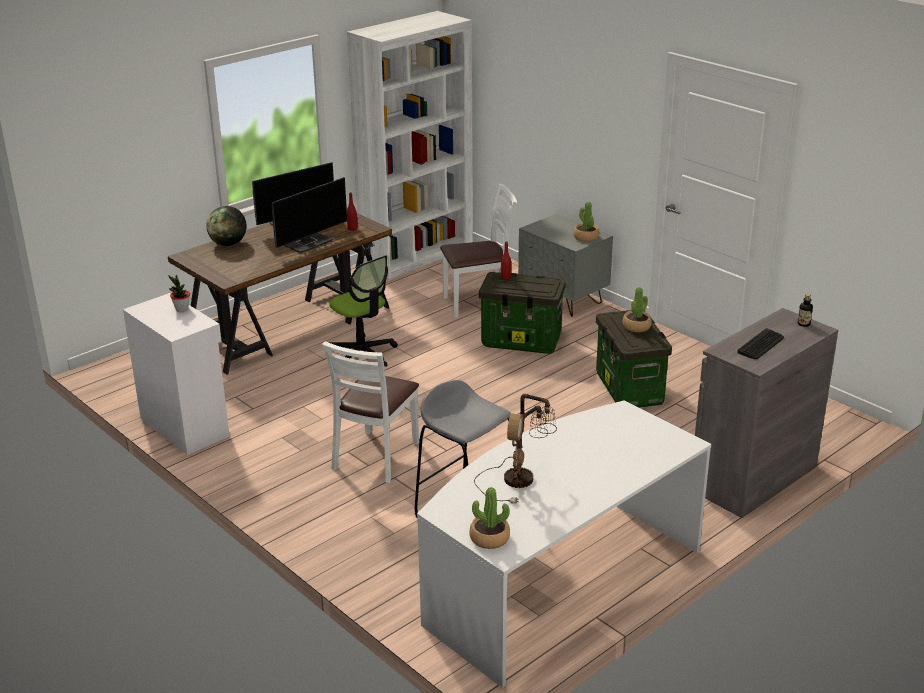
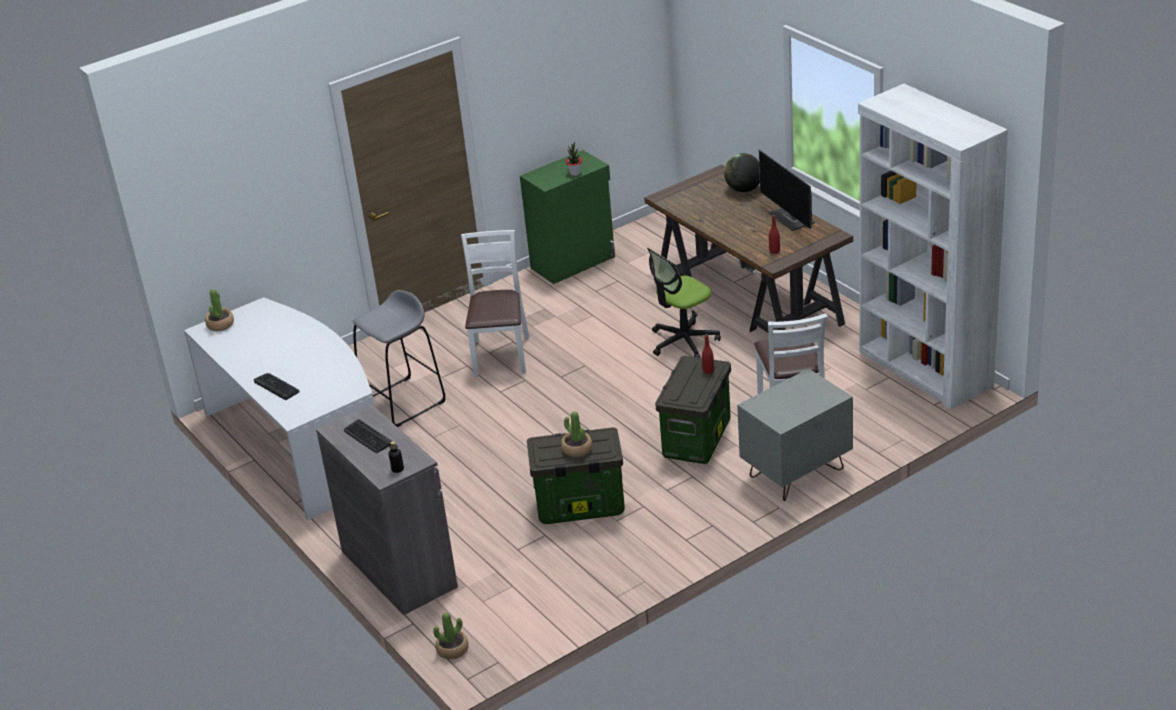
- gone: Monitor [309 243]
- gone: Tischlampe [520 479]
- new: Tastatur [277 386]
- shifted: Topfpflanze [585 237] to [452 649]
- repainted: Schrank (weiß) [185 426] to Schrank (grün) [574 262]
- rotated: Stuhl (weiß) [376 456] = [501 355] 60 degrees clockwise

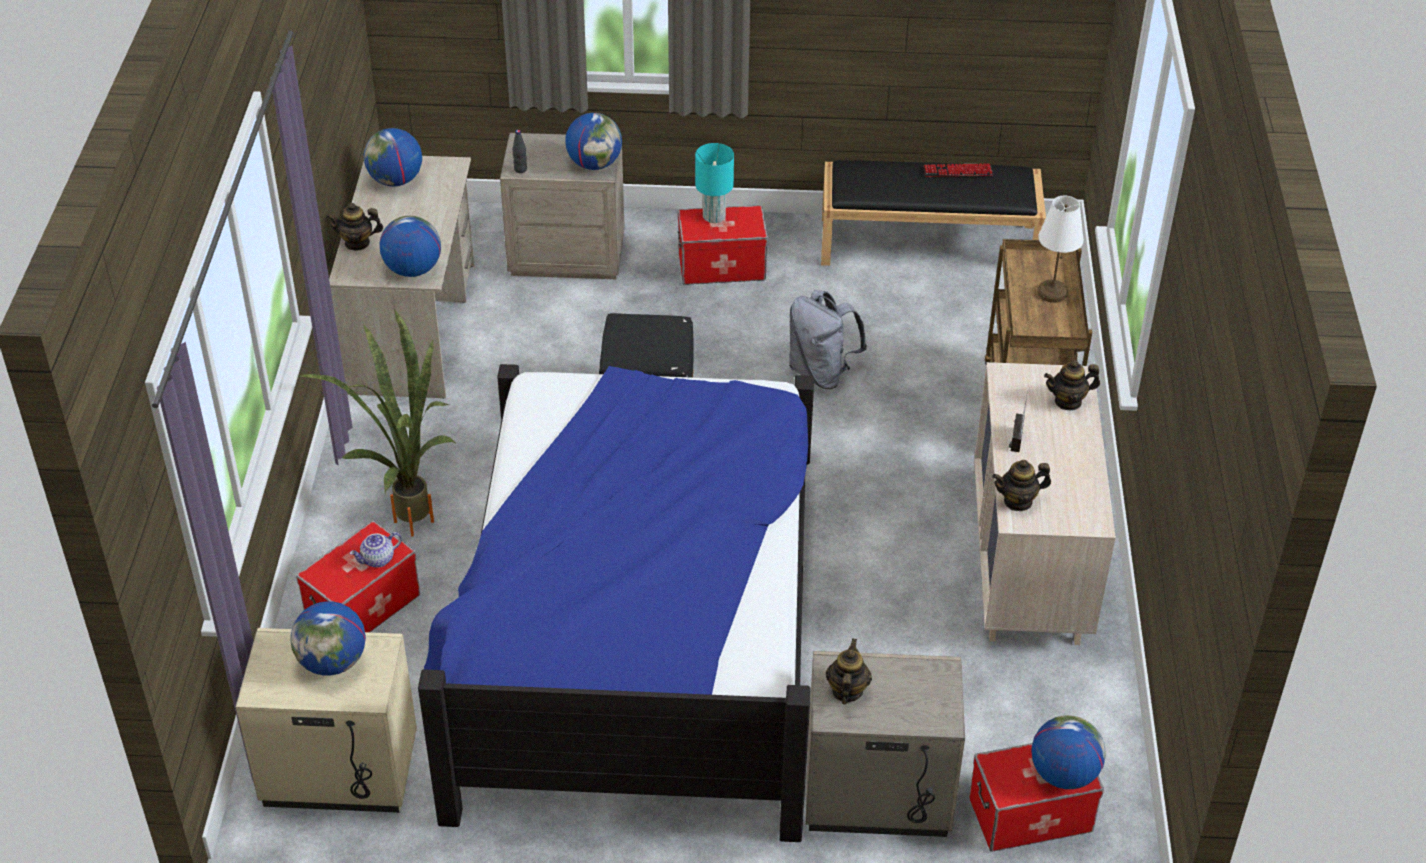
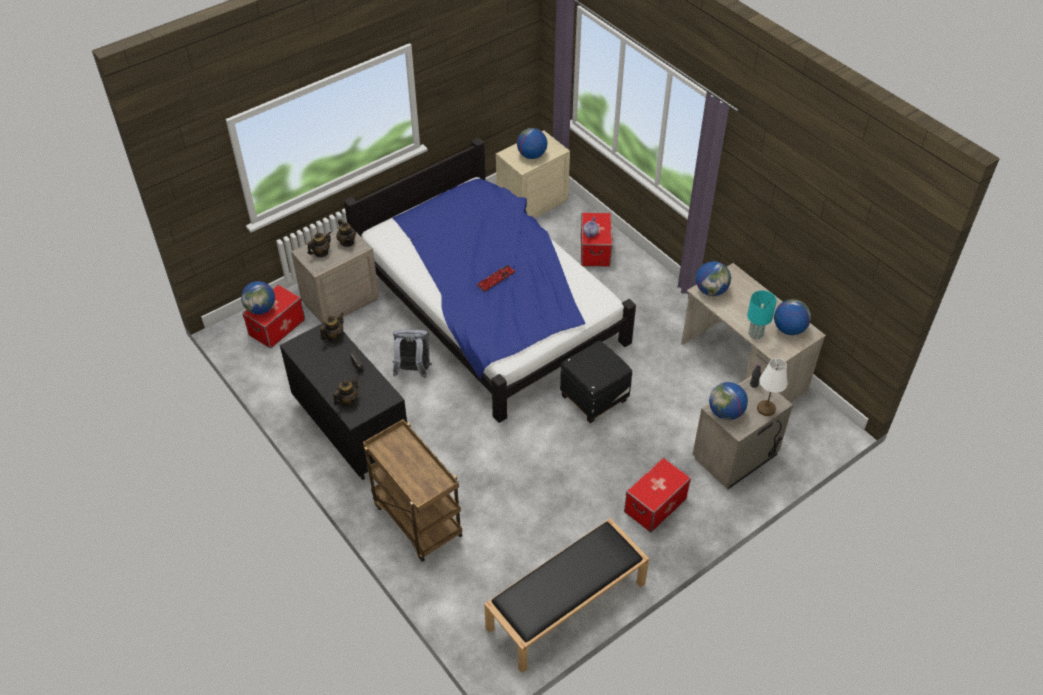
- gone: Topfpflanze [409 514]
- shifted: Teekanne [357 243] to [321 253]
- shifted: Tischlampe (türkis) [713 216] to [756 334]
- shifted: Rucksack (grau) [821 373] to [413 371]
- shifted: Tastatur [957 172] to [496 279]
- shifted: Tischlampe (weiß) [1052 293] to [765 408]
- repainted: Kommode (beige) [1028 565] to Kommode (schwarz) [351 429]

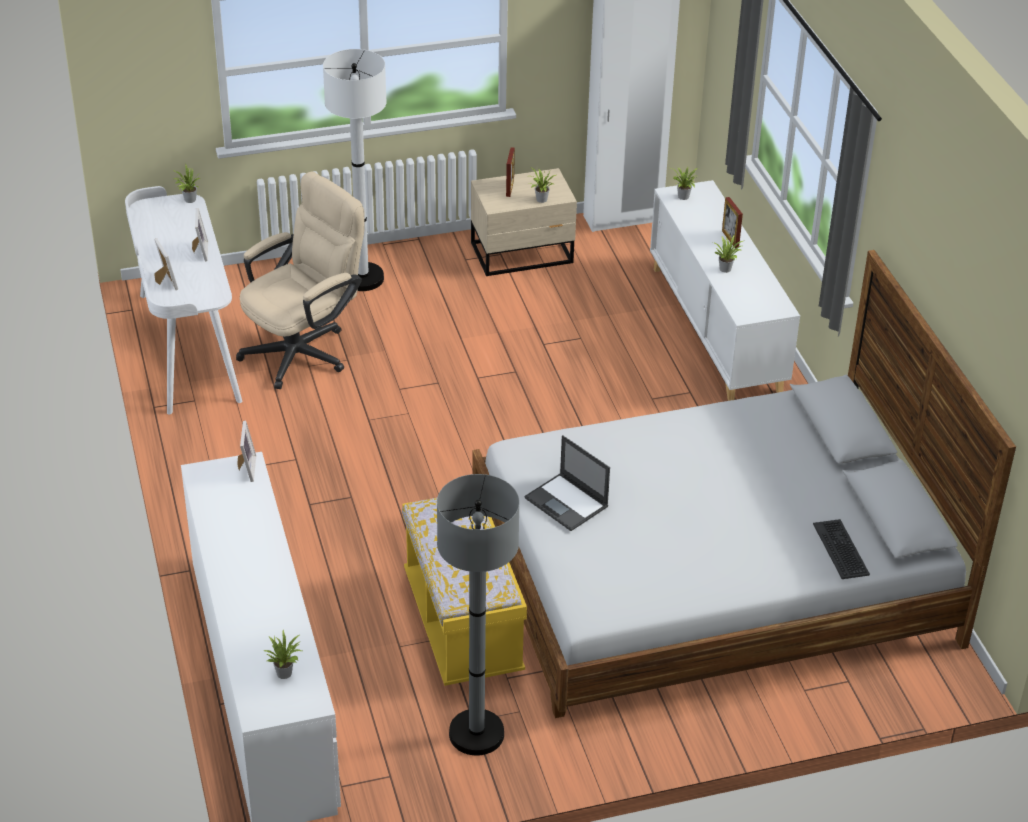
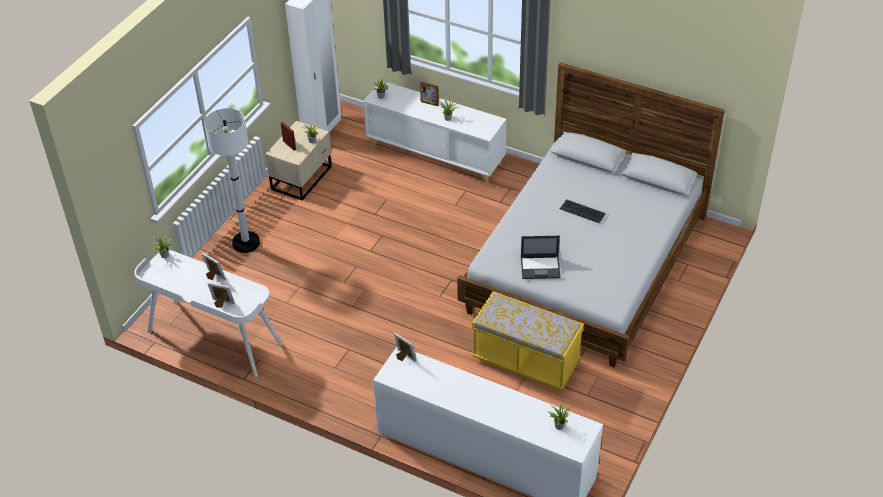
- gone: Bürostuhl (beige) [304 349]
- gone: Stehlampe (grau) [476 734]
- shifted: Tastatur [841 549] to [582 211]

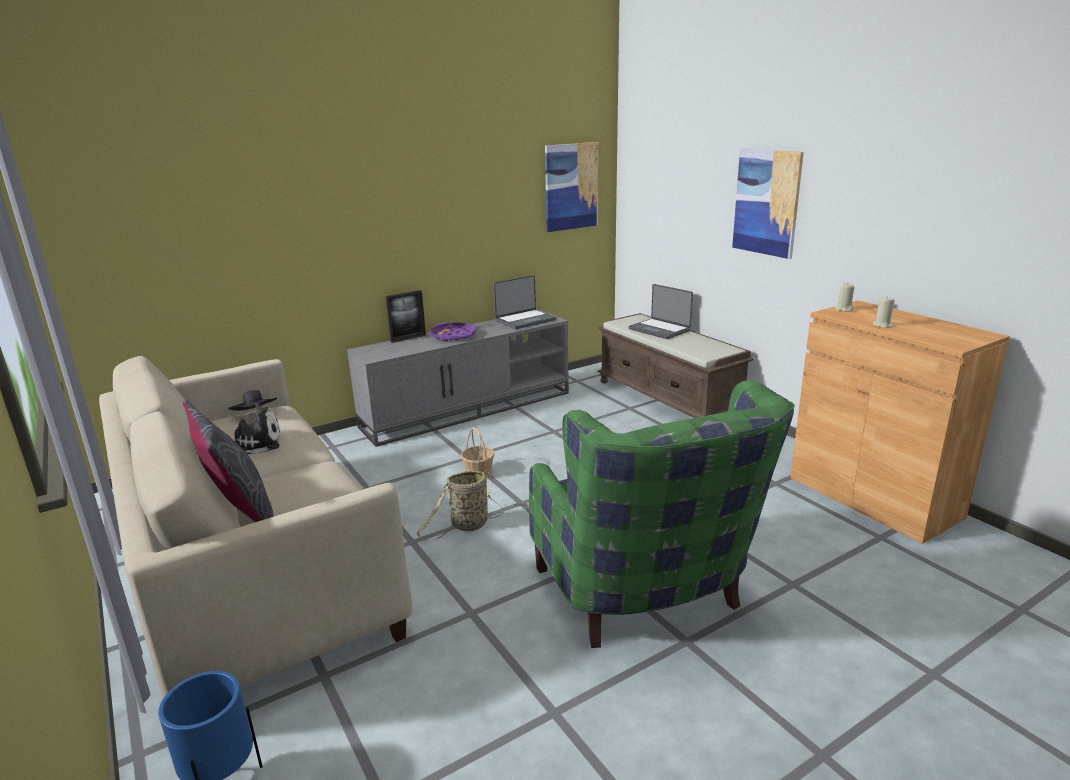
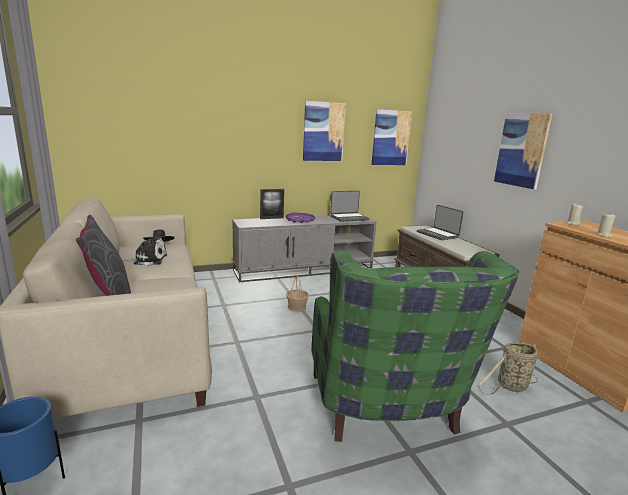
- new: Bild [323 131]
- shifted: Korb [467 526] to [510 386]

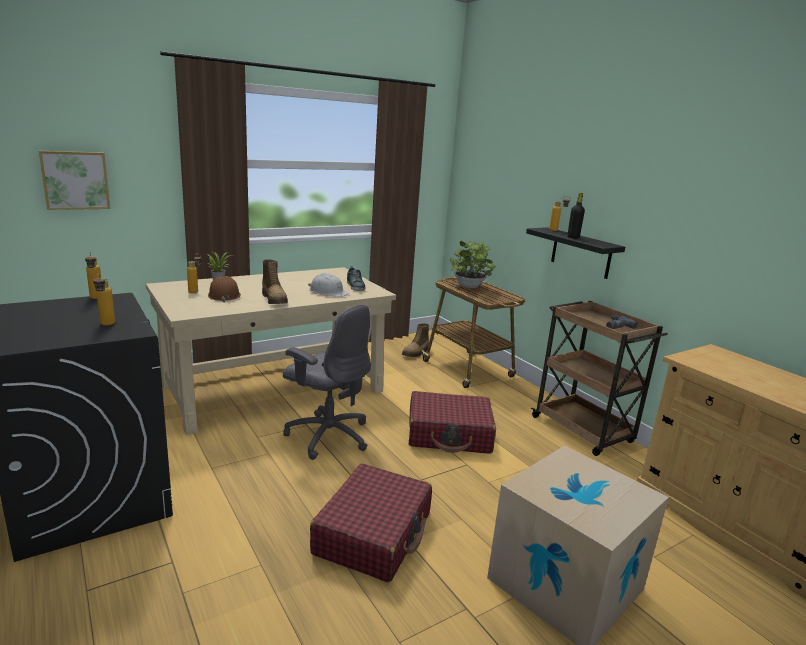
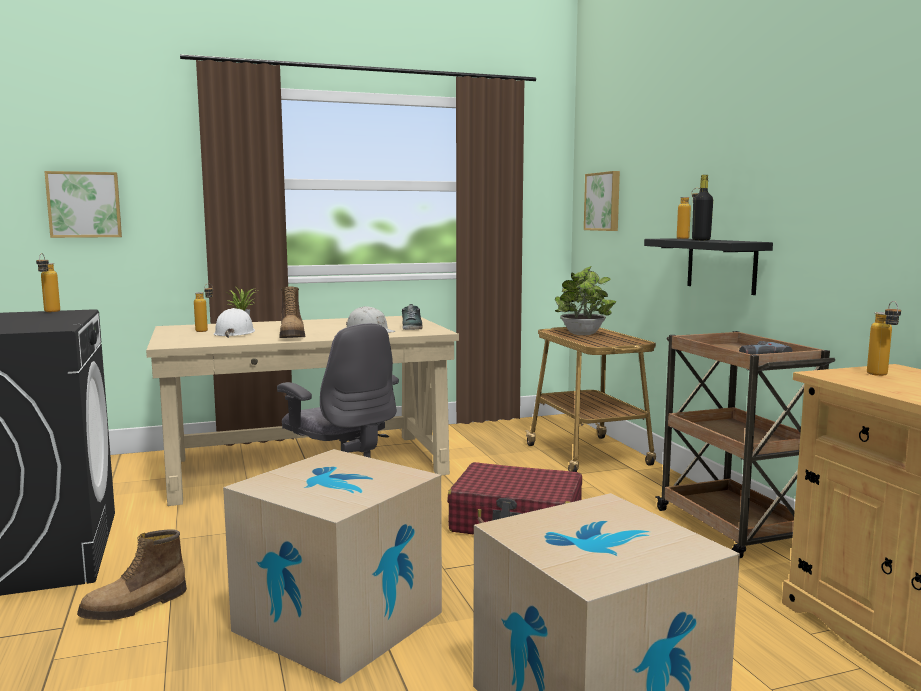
- new: Bild [604 201]
- shifted: Flasche [106 325] to [881 375]
- shifted: Stiefel [416 353] to [135 606]
- swapped: Koffer (rot) [373 534] to Karton [338 621]
- repainted: Schutzhelm (braun) [224 295] to Schutzhelm (weiß) [234 333]

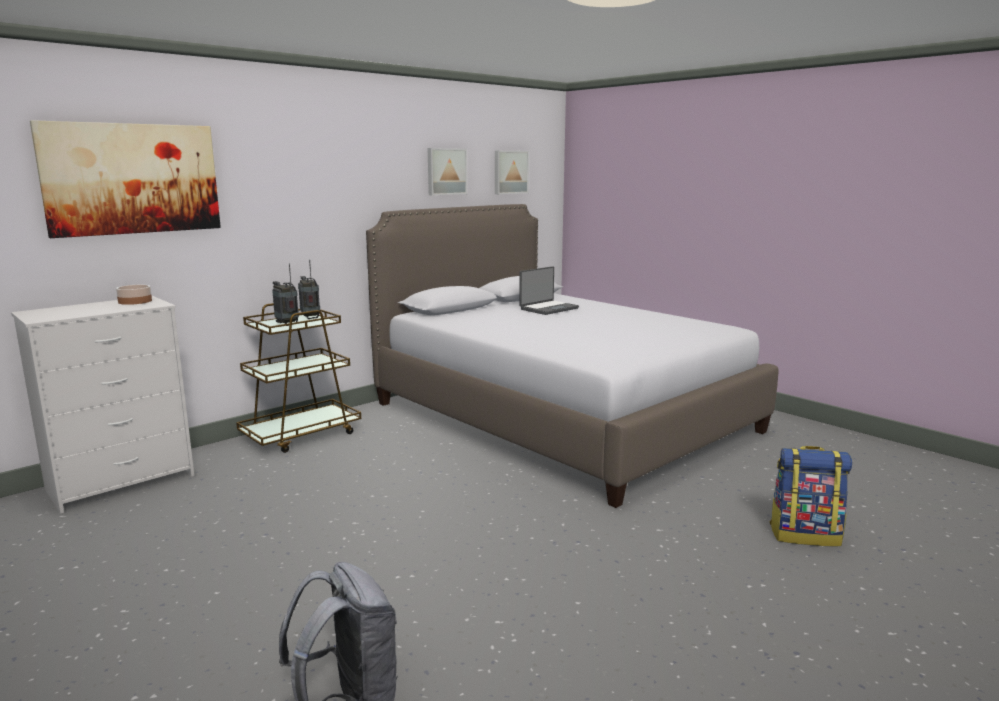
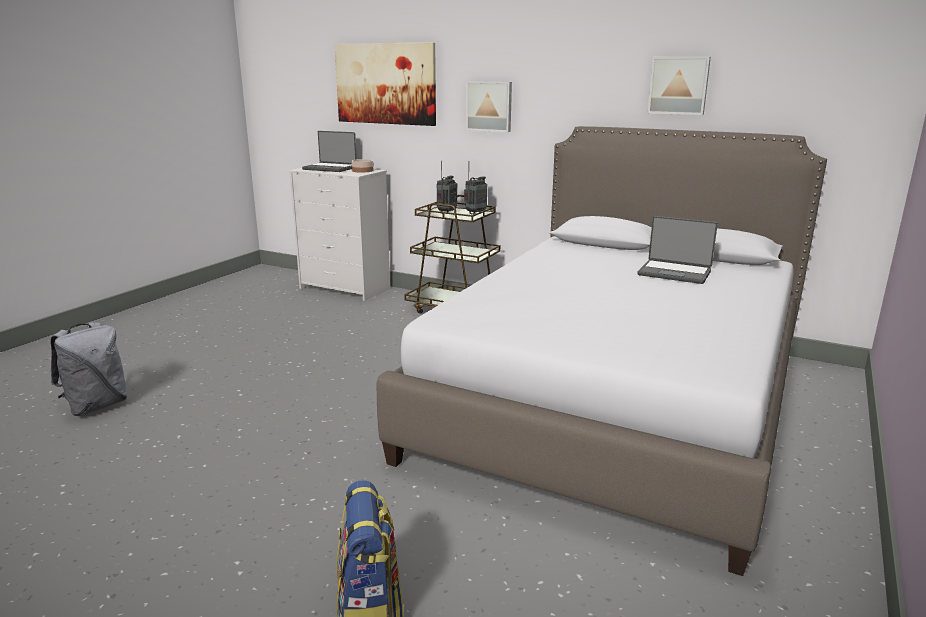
- new: Laptop [330 168]
- shifted: Bild [510 172] to [489 106]

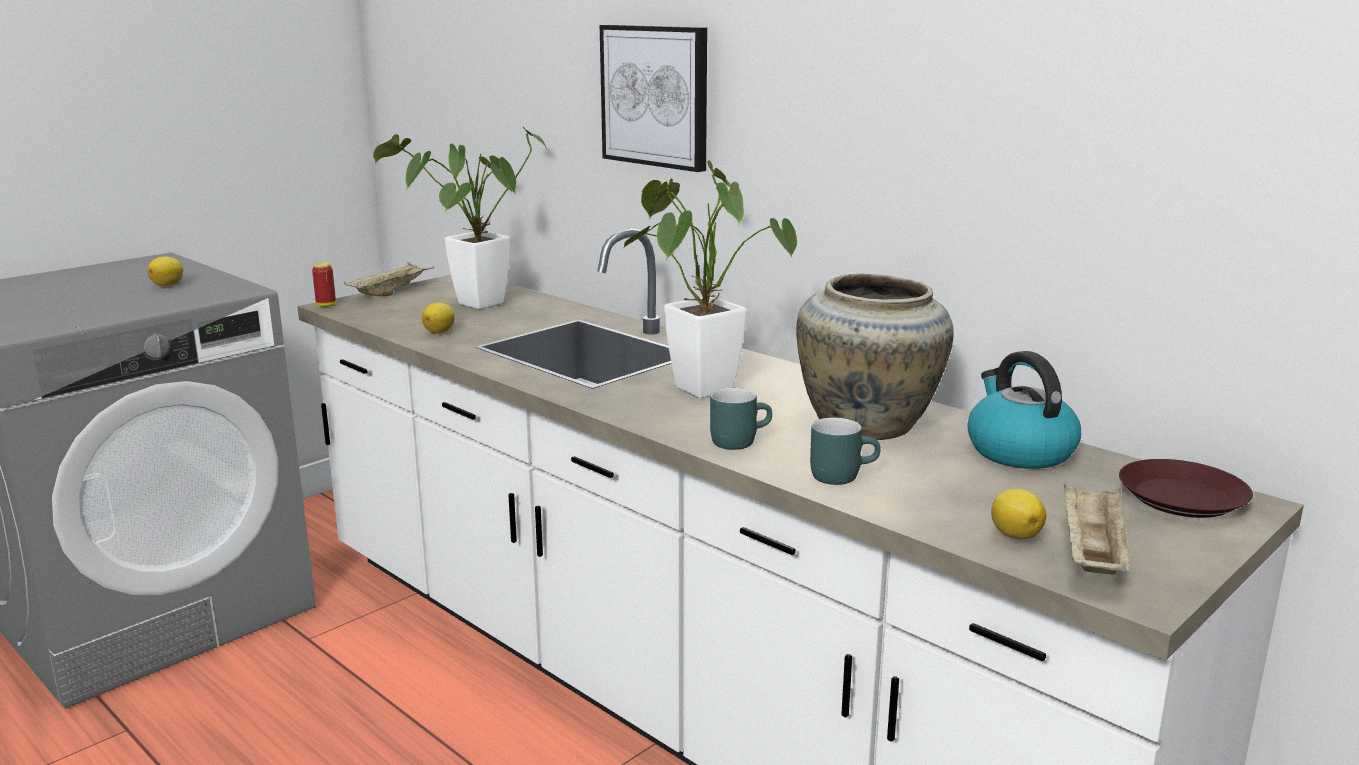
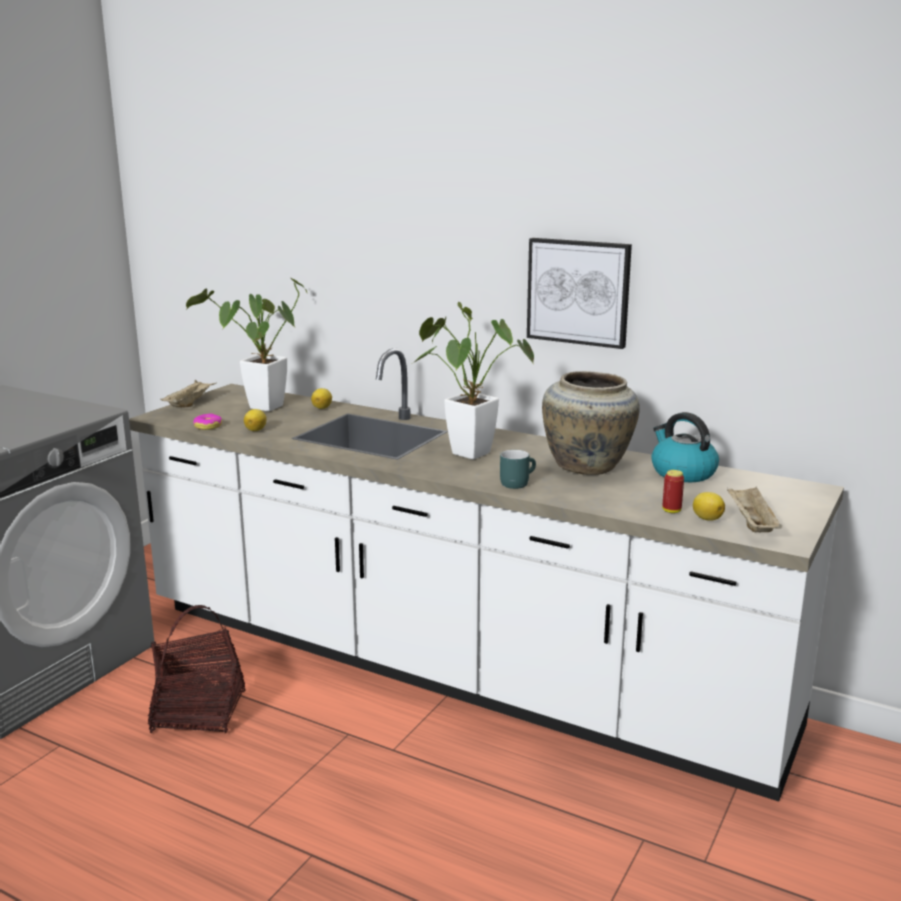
- gone: Henkelbecher (türkis) [841 474]
- gone: Teller (braun) [1180 498]
- new: Korb [199 712]
- new: Donut [208 426]
- shifted: Zitrone [168 285] to [322 408]
- shifted: Dose [326 305] to [671 511]
- shifted: Bild [656 96] to [578 292]

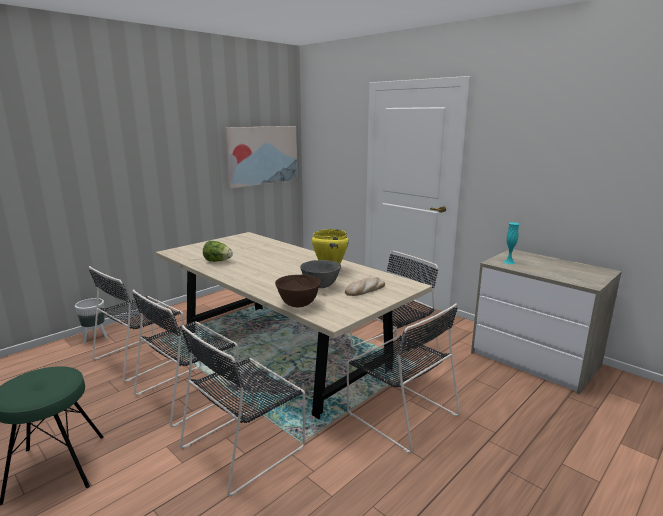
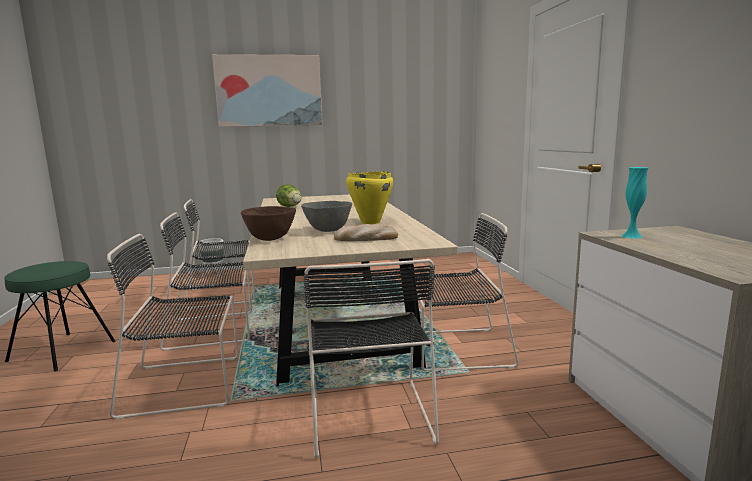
- shifted: Bild [262 155] to [269 91]

